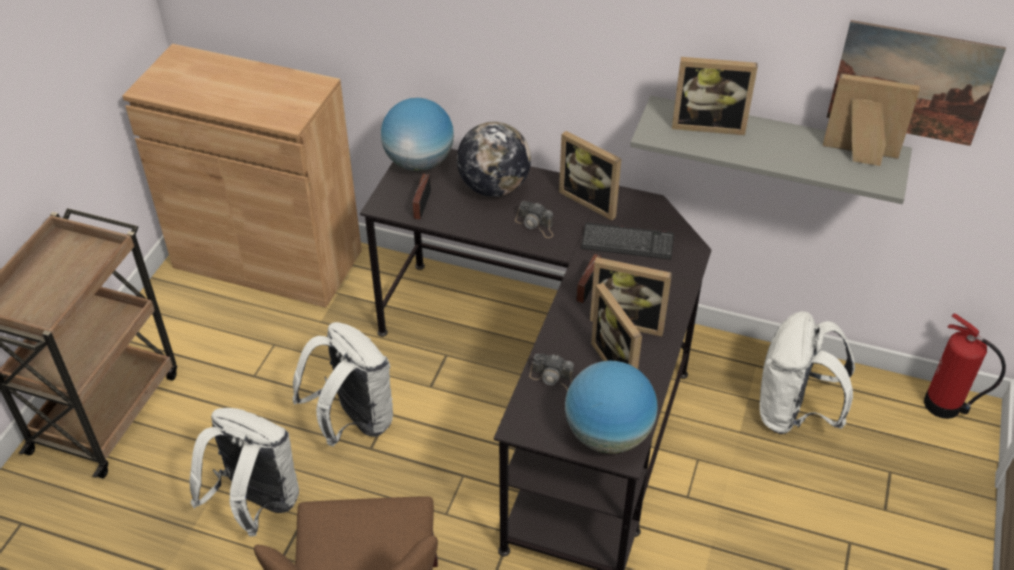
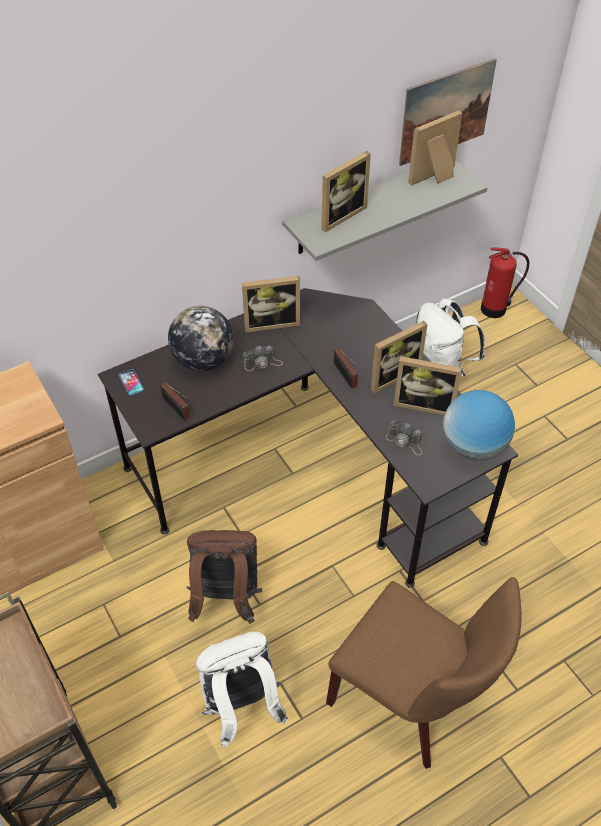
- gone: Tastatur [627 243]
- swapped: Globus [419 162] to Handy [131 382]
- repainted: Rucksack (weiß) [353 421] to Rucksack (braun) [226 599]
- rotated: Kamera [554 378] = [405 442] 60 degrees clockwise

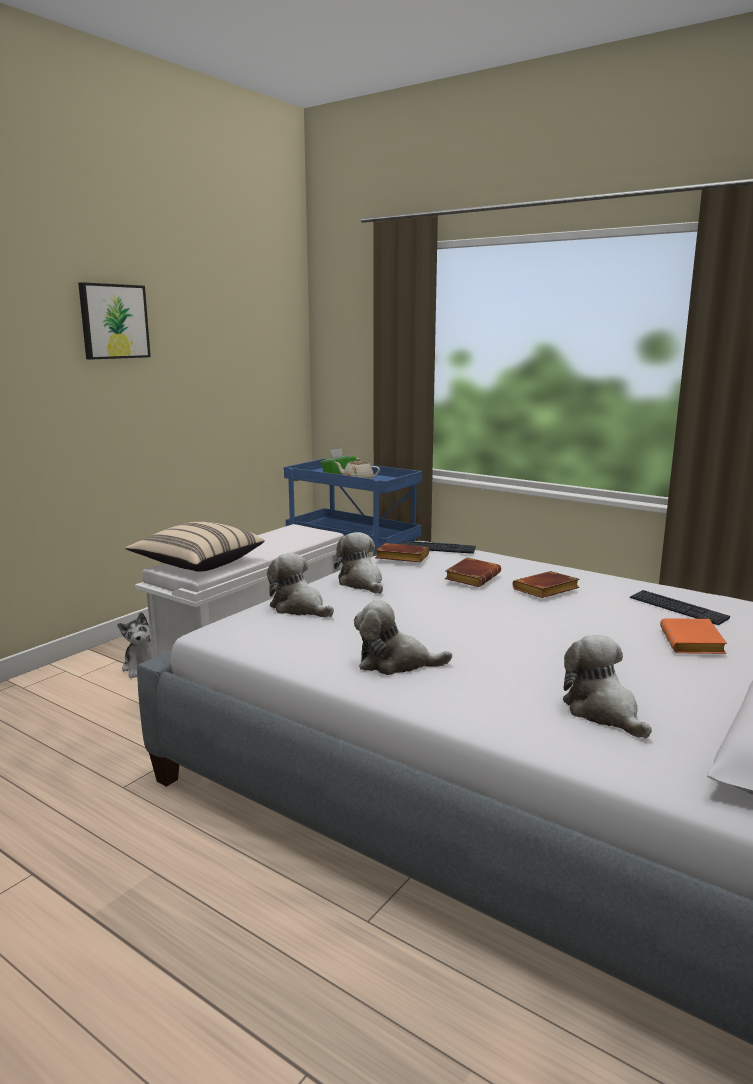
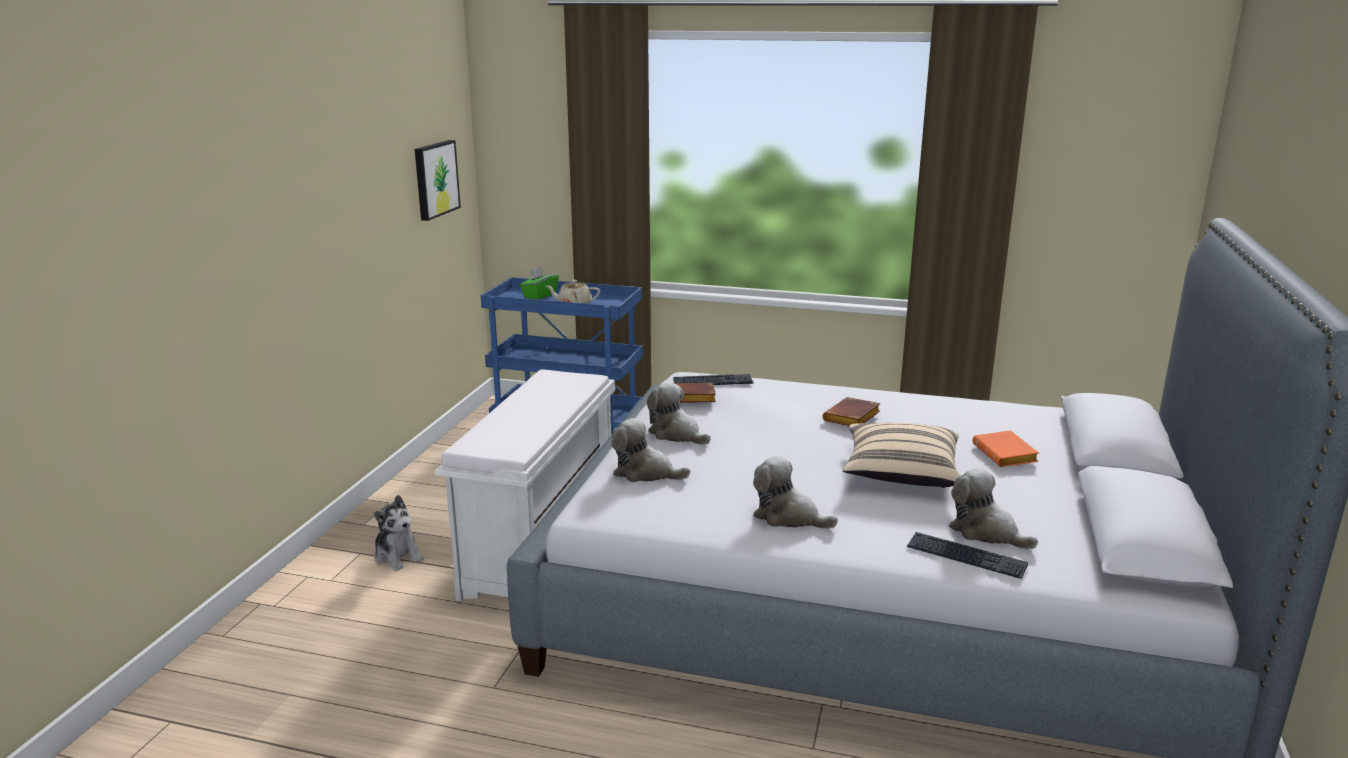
- gone: Buch (braun) [471 577]
- shifted: Bild [113 321] to [435 179]
- shifted: Kissen (beige) [197 564] to [901 473]
- shifted: Tastatur [677 609] to [966 557]
- rotated: Plüschtier [395 663] = [788 517] 45 degrees clockwise

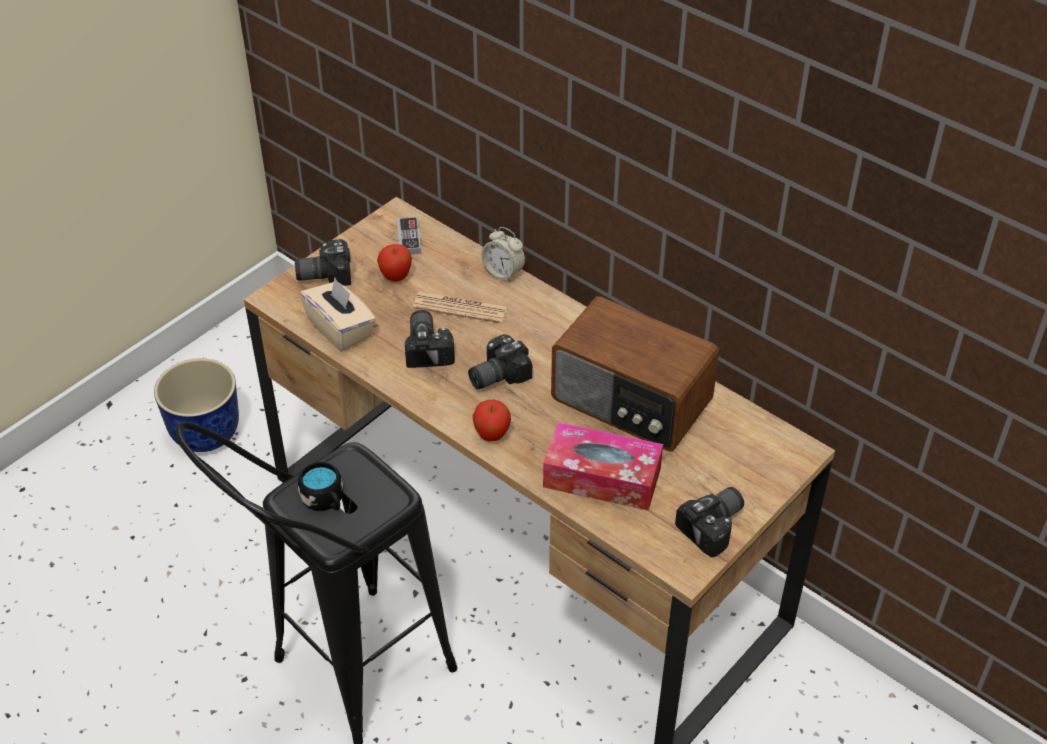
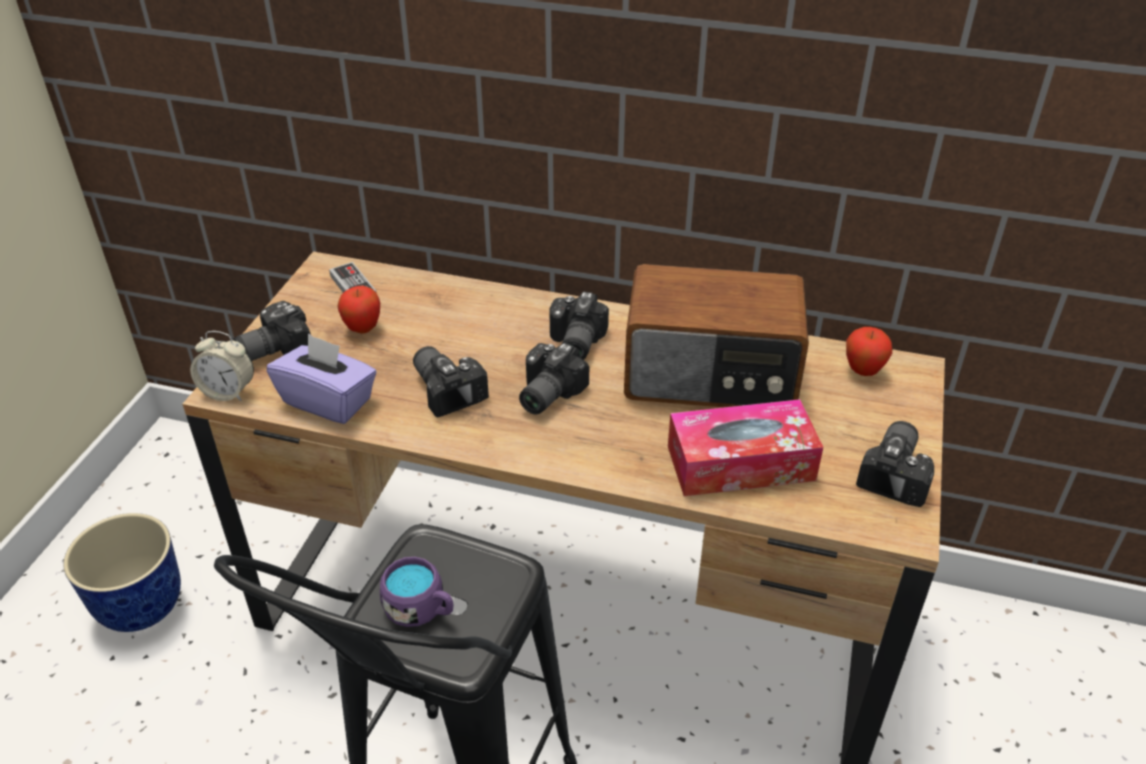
- gone: Zeitung [460 308]
- new: Kamera [573 343]
- shifted: Apfel [492 435] to [863 371]
- shifted: Wecker [503 273] to [228 392]
- repainted: Henkelbecher (schwarz) [325 501] to Henkelbecher (lila) [421 609]
- repainted: Taschentuchbox (beige) [341 329] to Taschentuchbox (lila) [328 401]

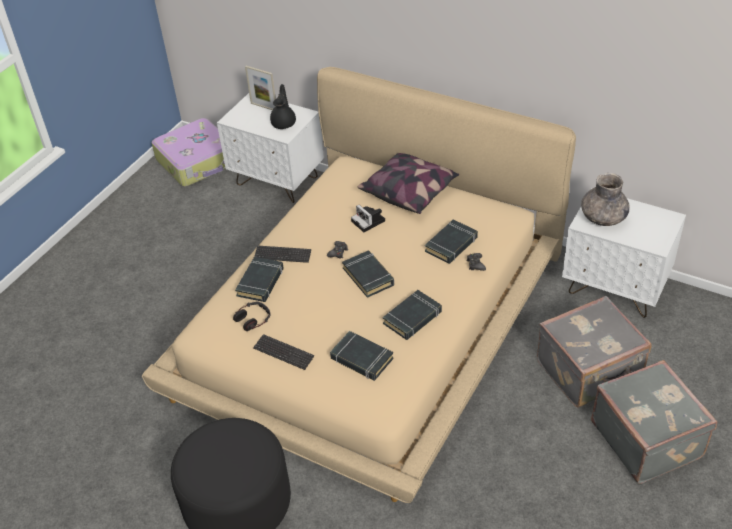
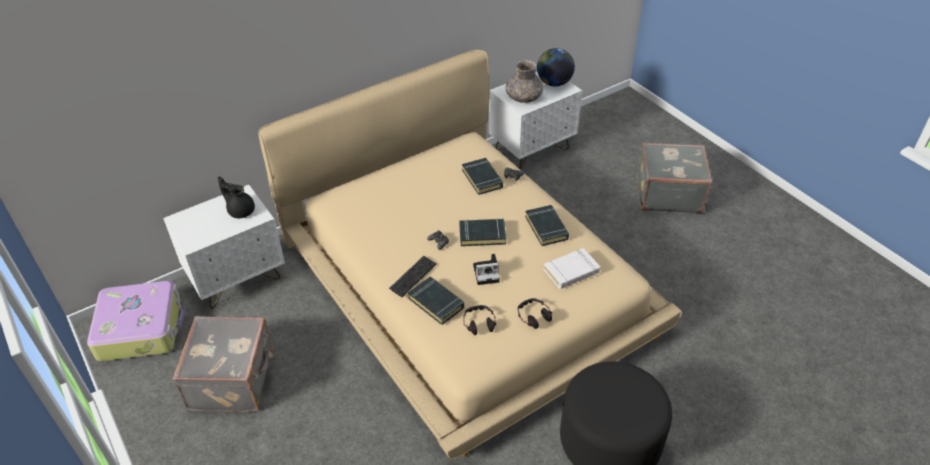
- gone: Bilderrahmen [264 107]
- gone: Kissen [409 191]
- new: Globus [554 83]
- shifted: Kamera [369 221] to [487 273]
- shifted: Koffer (grau) [590 371] to [234 380]
- swapped: Tastatur [283 353] to Kopfhörer [533 316]
- repainted: Buch (schwarz) [361 359] to Buch (weiß) [571 271]

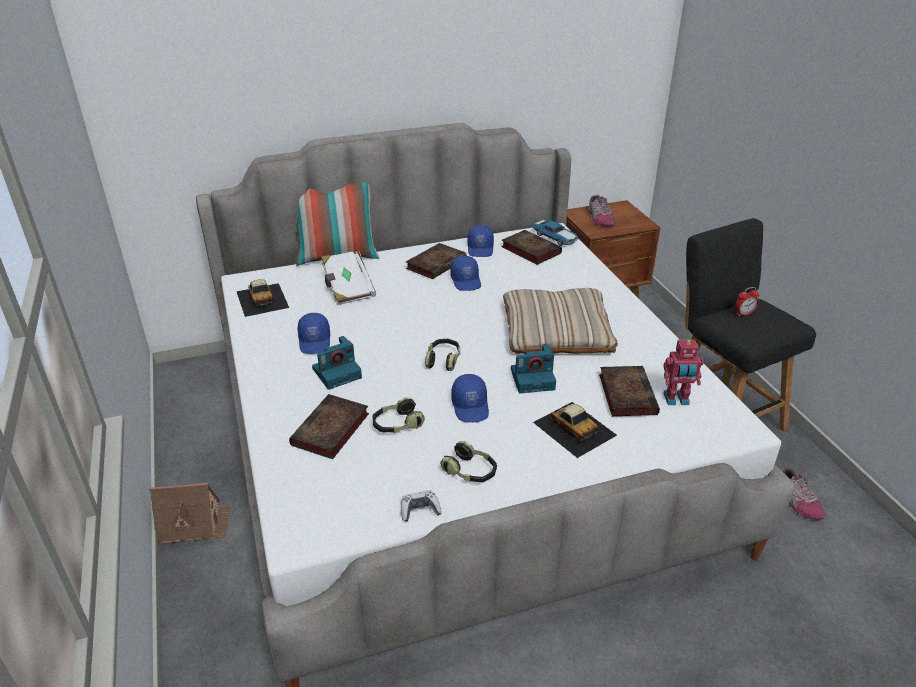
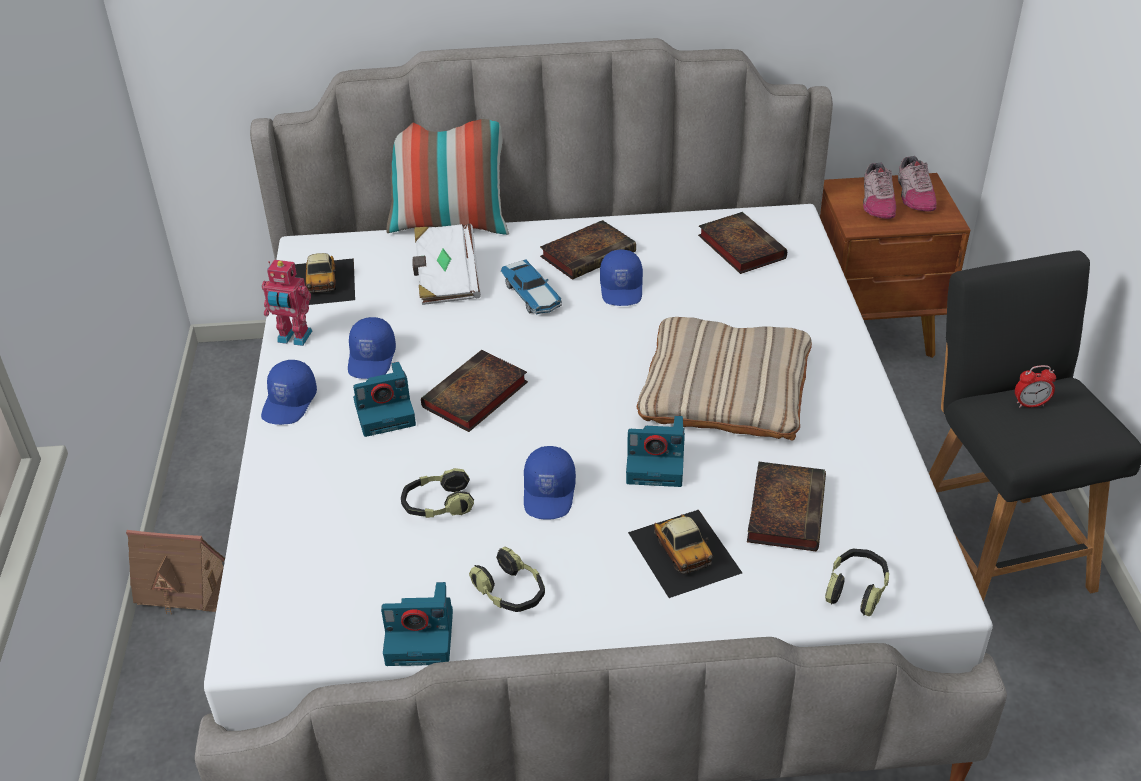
- shifted: Buch [330 431] to [474 397]
- shifted: Kopfhörer [443 360] to [856 589]
- shifted: Kappe (blau) [481 249] to [290 403]
- shifted: Spielzeugauto [555 237] to [532 296]
- shifted: Spielzeugroboter [676 400] to [294 338]
- shifted: Schuh [796 500] to [914 195]
- swapped: Gamepad [420 510] to Kamera [422 636]

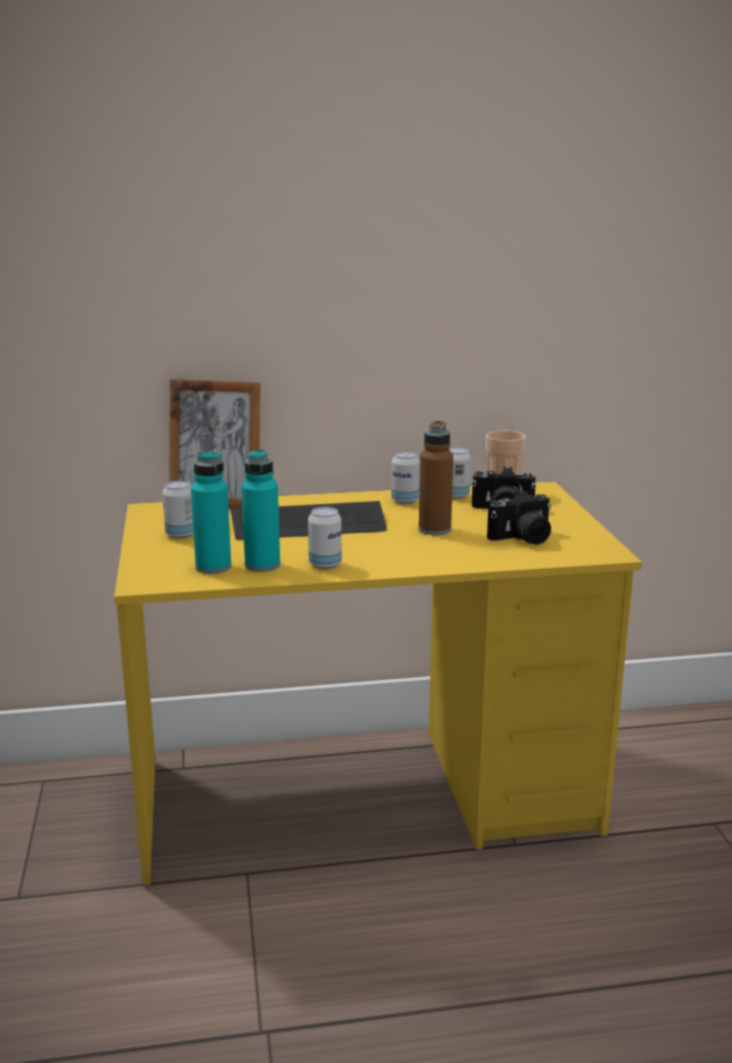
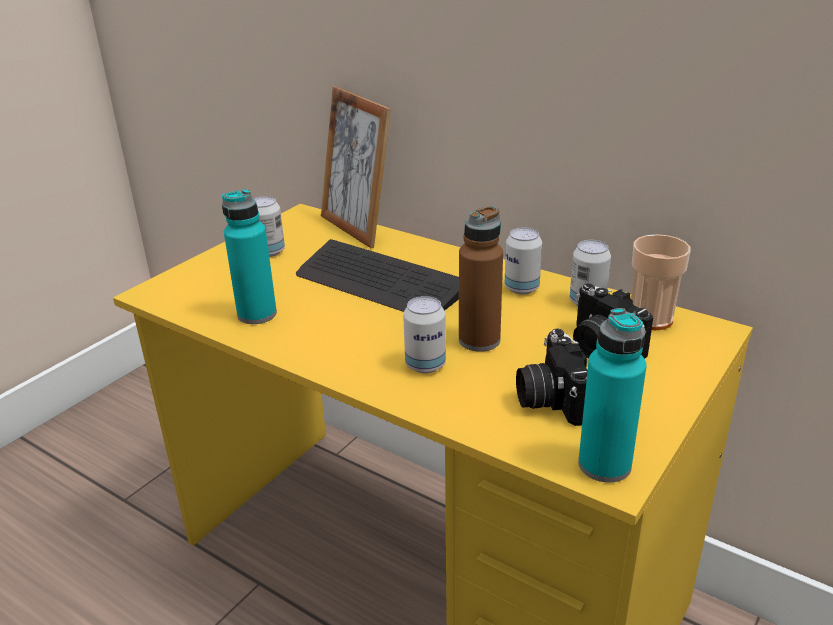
- shifted: Flasche (türkis) [213 567] to [604 465]
- shifted: Dose [325 565] to [425 365]
- rotated: Kamera [523 538] = [549 399] 60 degrees clockwise

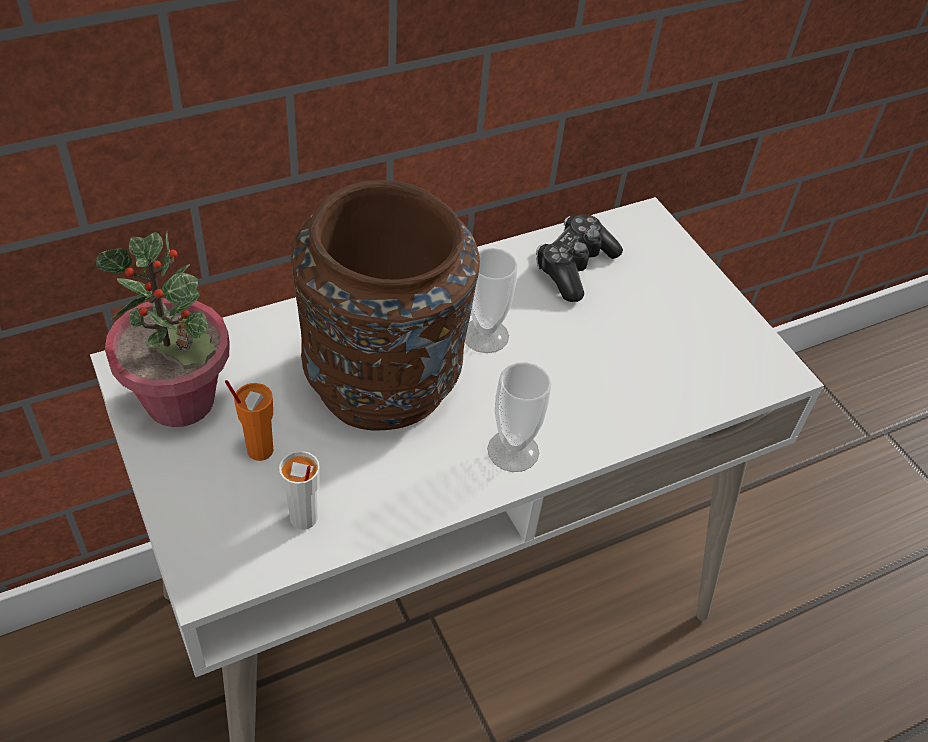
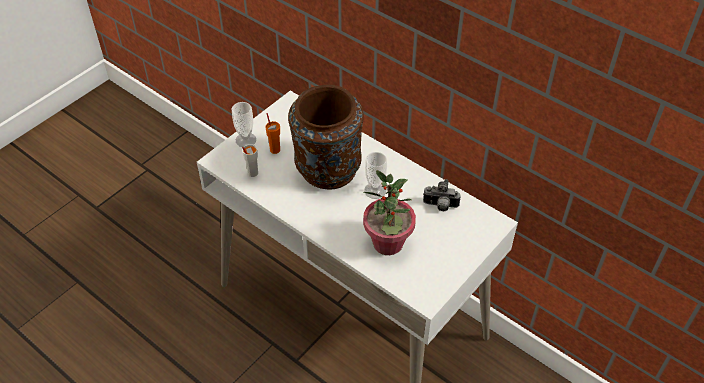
- shifted: Topfpflanze [181 401] to [388 243]
- shifted: Tasse [513 451] to [245 140]
- swapped: Gamepad [574 267] to Kamera [440 206]

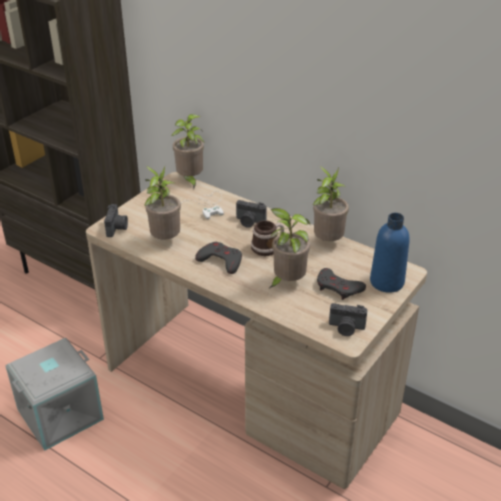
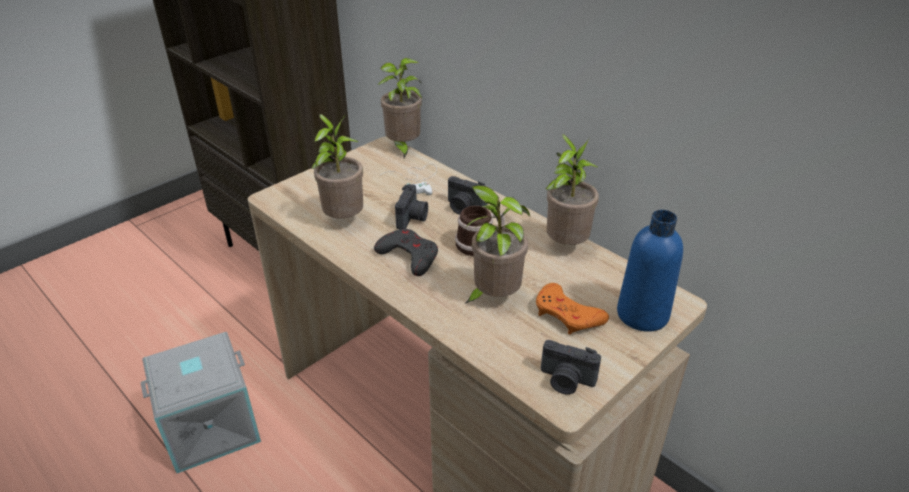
- shifted: Kamera [117 228] to [412 218]
- repainted: Gamepad (grau) [338 288] to Gamepad (orange) [567 314]

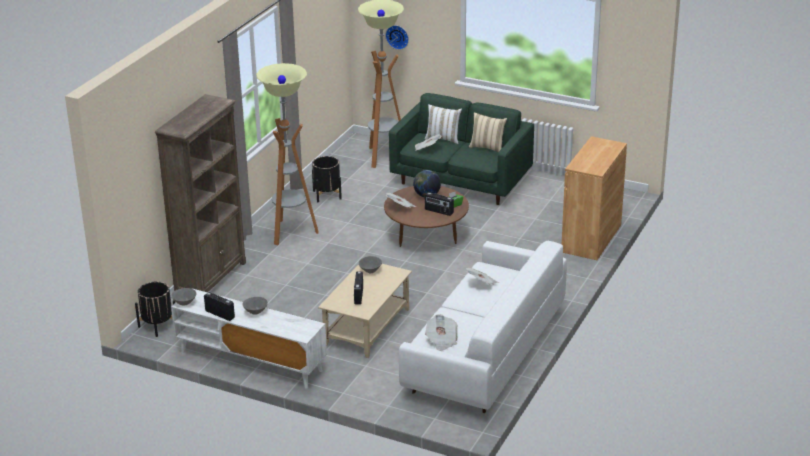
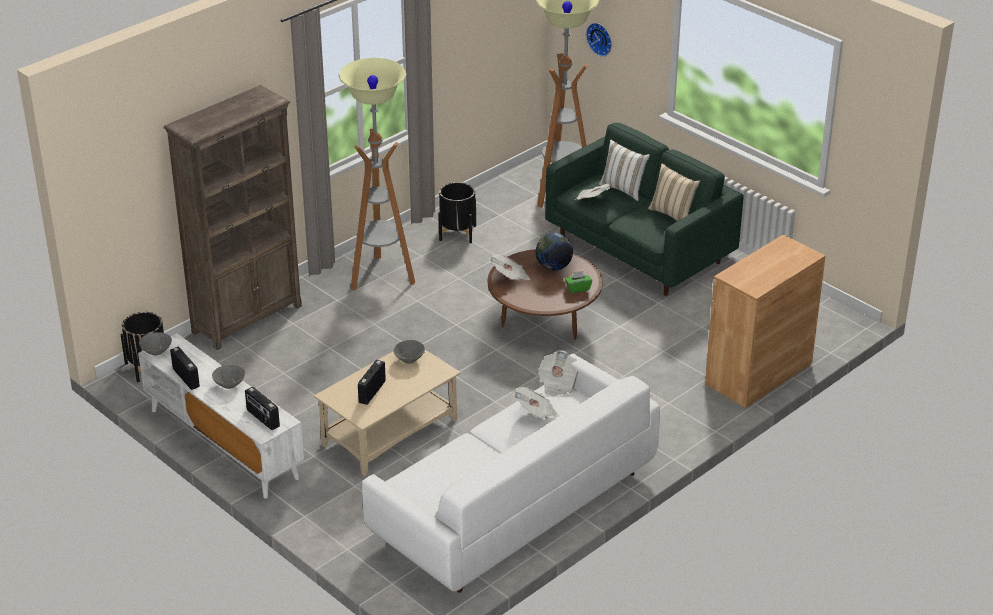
- shifted: Radio [438 211] to [262 419]
- shifted: Zeitung [441 340] to [557 384]

